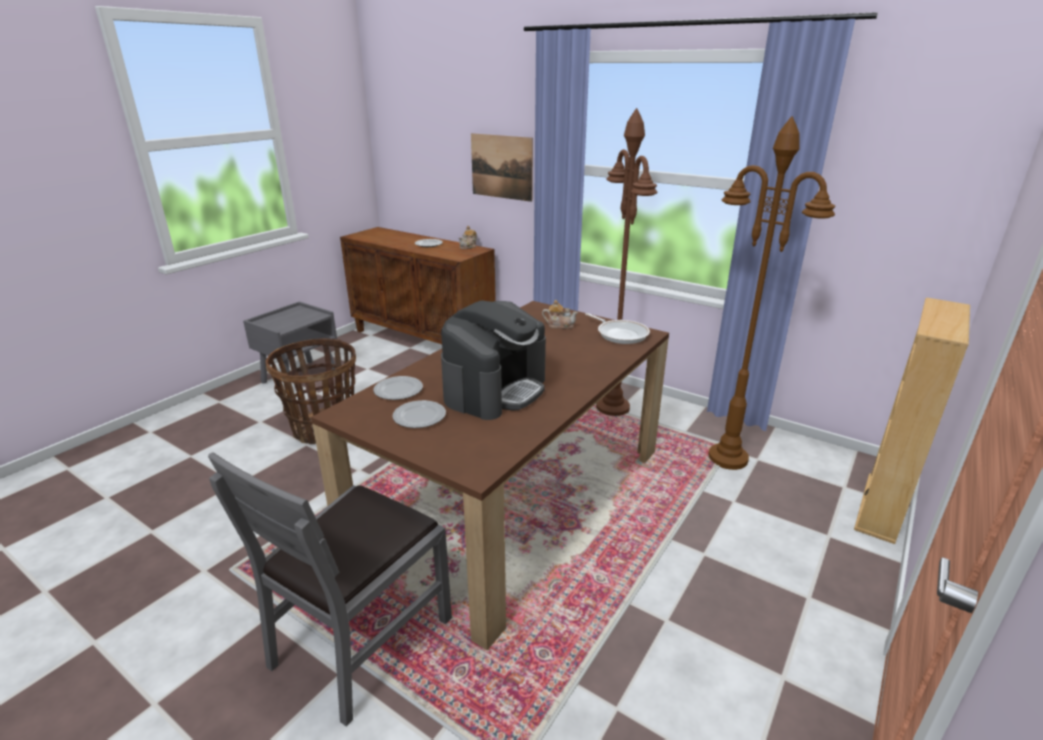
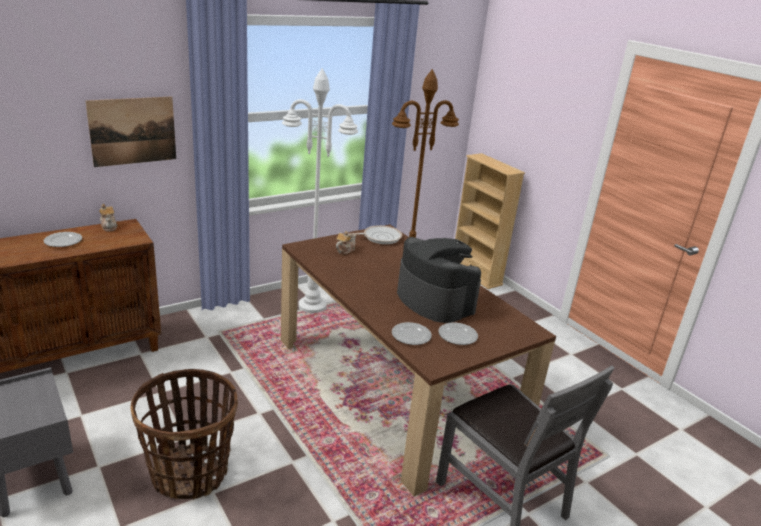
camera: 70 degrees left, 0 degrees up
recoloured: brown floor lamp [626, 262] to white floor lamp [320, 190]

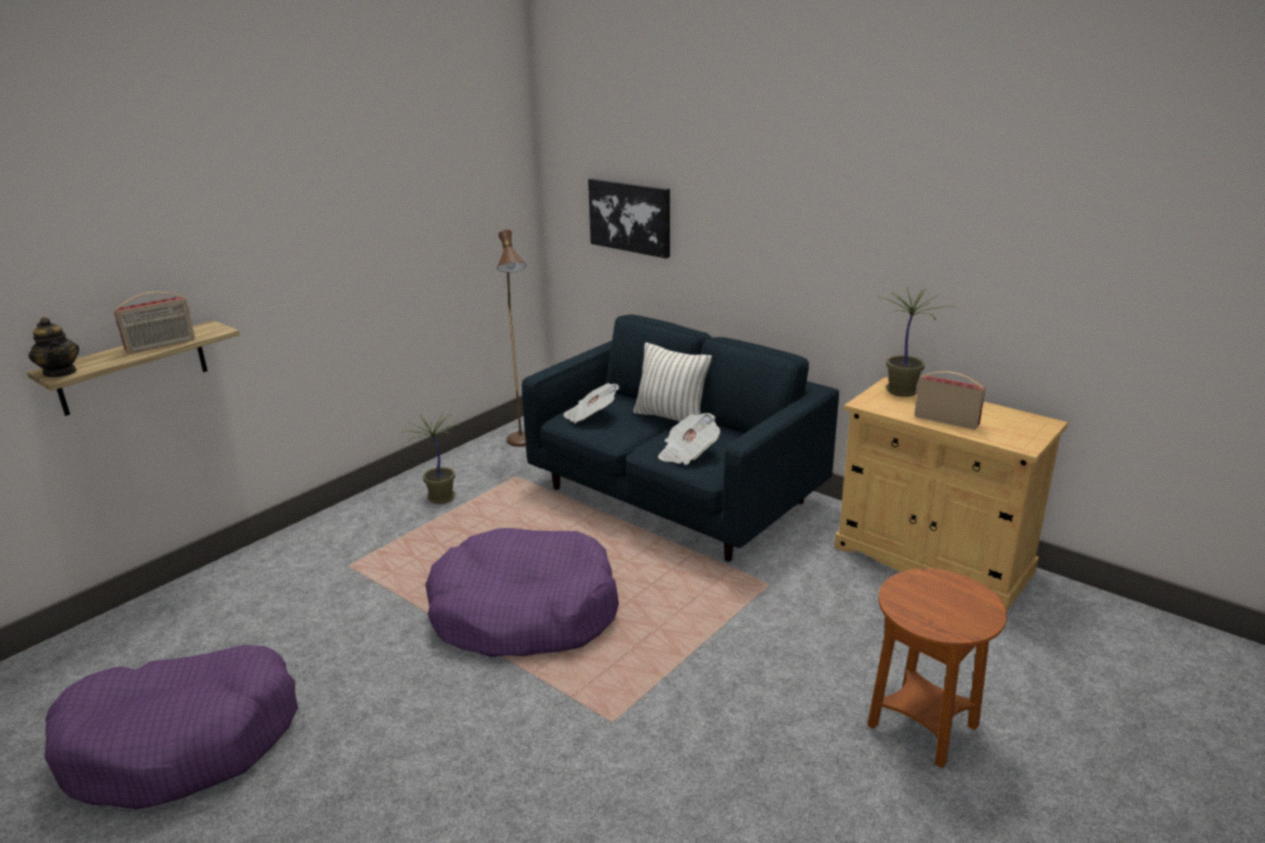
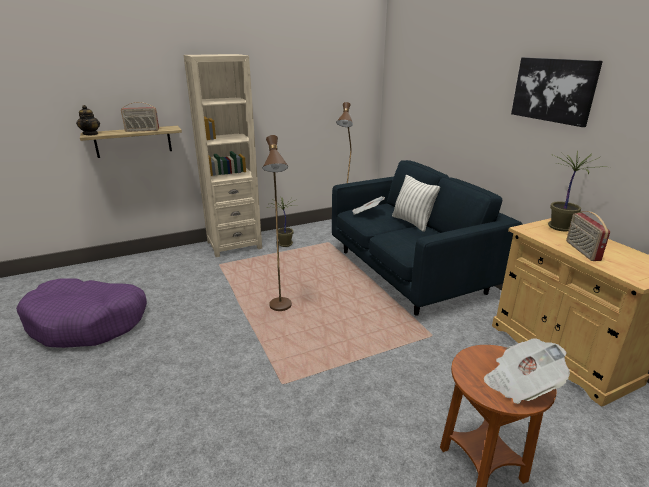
camera: 25 degrees right, 0 degrees up
added: beige bookcase [223, 155]
moved: picture [629, 218] to [557, 92]; newspaper [689, 439] to [527, 371]
replaced: purple dog bed [522, 592] to brown floor lamp [277, 223]
turned: radio [950, 400] = [588, 236] 150 degrees counterclockwise

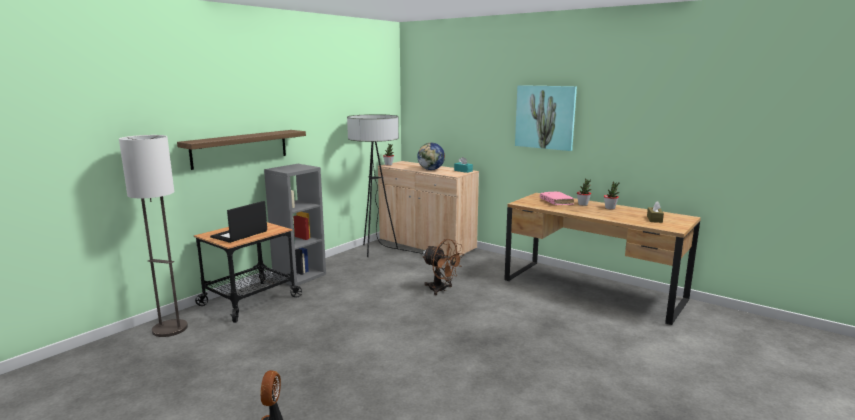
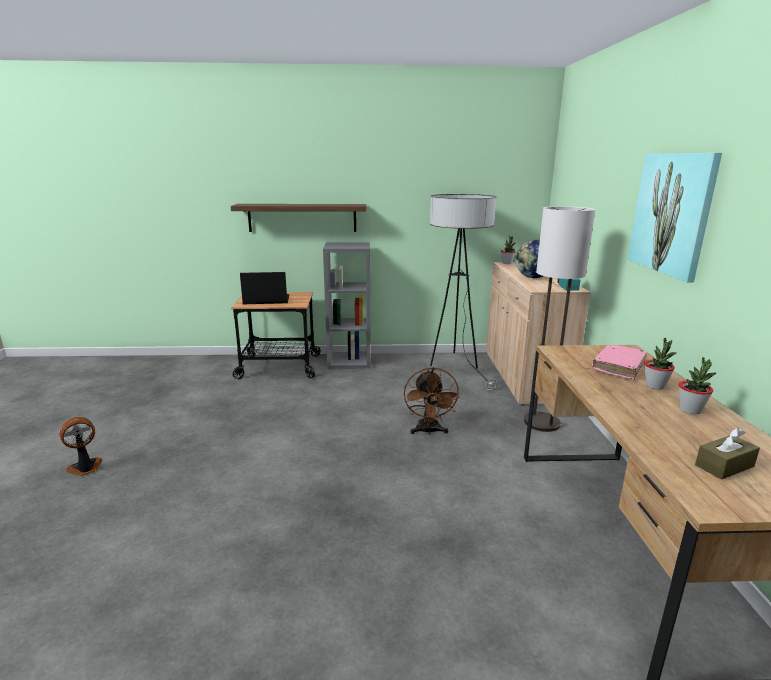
camera: 50 degrees right, 5 degrees up
moved: floor lamp [153, 236] to [559, 319]

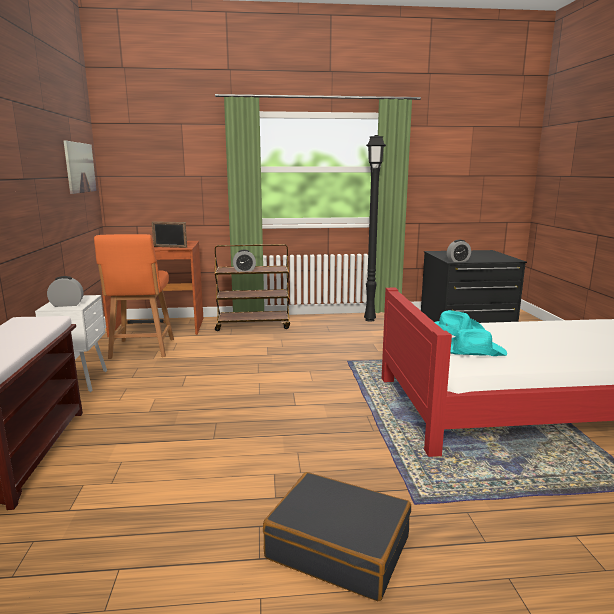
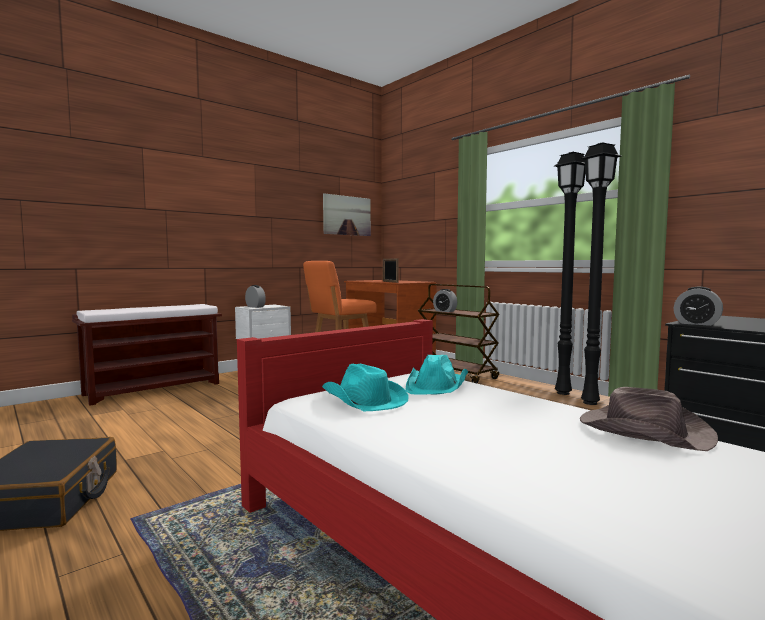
camera: 55 degrees right, 10 degrees down
added: black floor lamp [570, 273]; brown hat [649, 419]

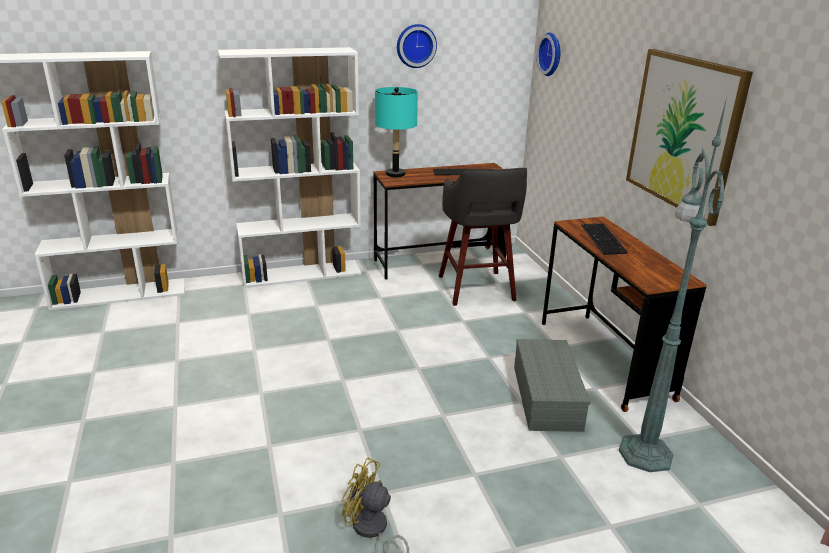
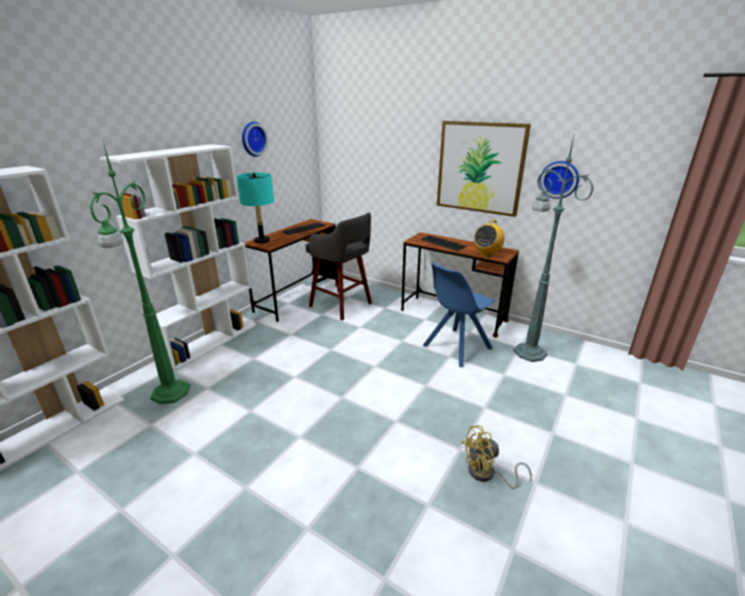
camera: 40 degrees left, 0 degrees up
added: green floor lamp [140, 273]; radio [489, 238]
moved: wall clock [548, 54] to [559, 180]
replaced: grey storage box [552, 385] to blue chair [459, 314]

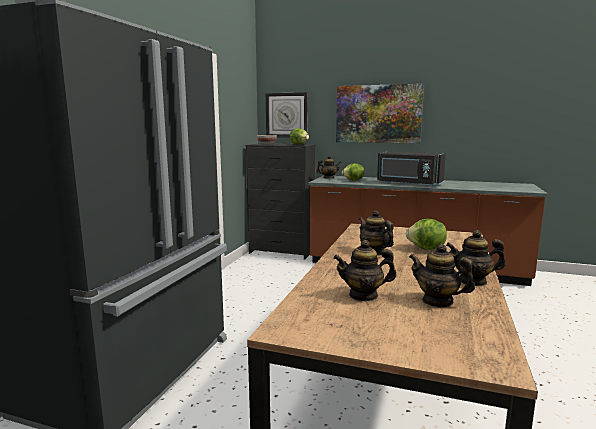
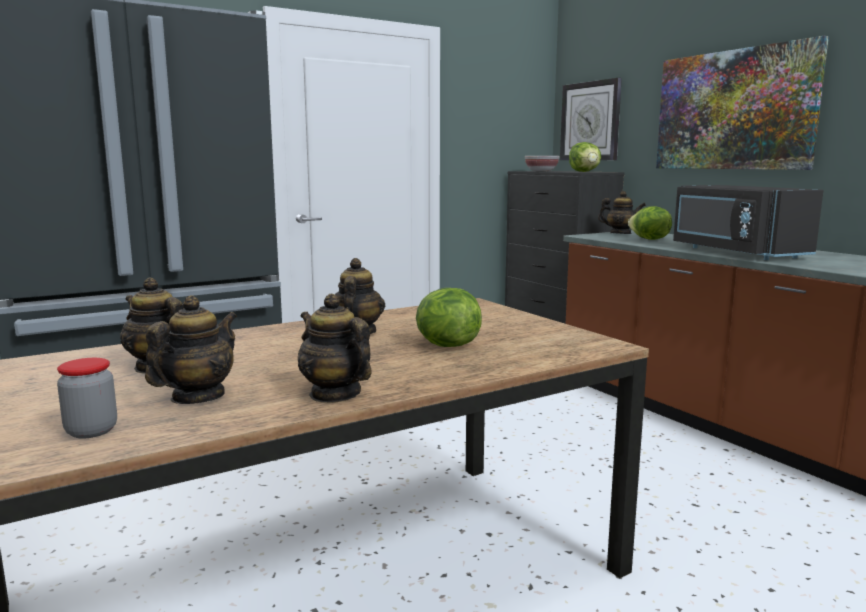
camera: 40 degrees right, 0 degrees up
added: jar [87, 398]
turned: teapot [442, 275] = [191, 349] 45 degrees clockwise

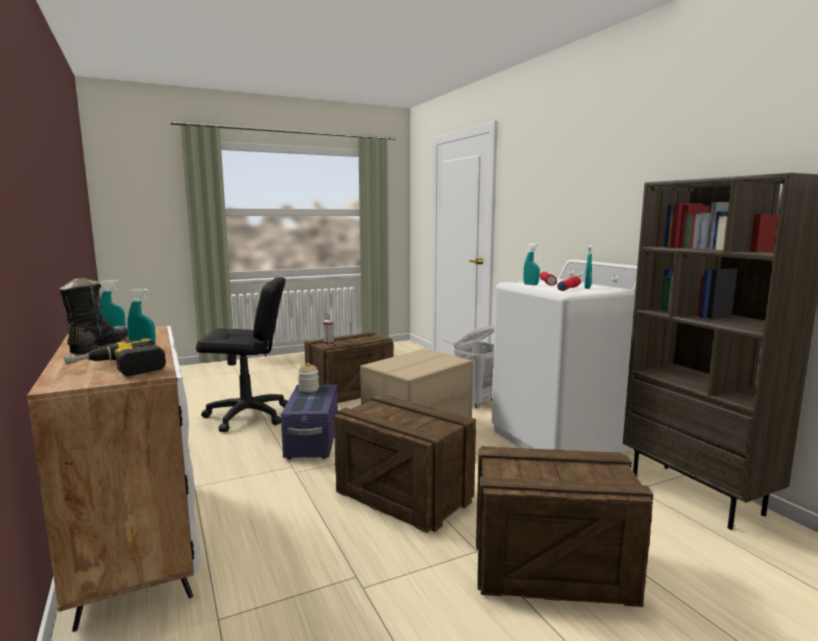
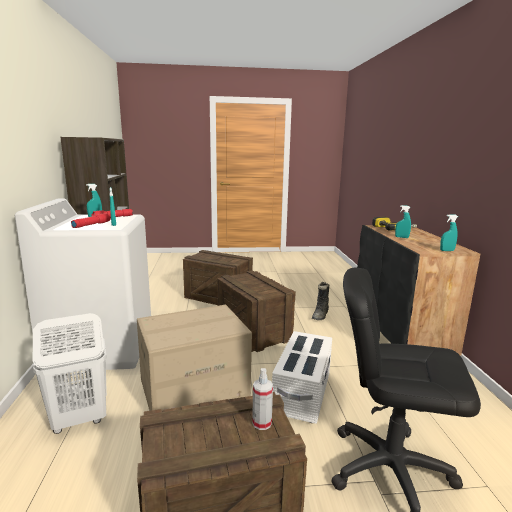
camera: 160 degrees left, 5 degrees up
removed: jar [308, 377]
moved: black boot [94, 315] to [320, 301]
recoloured: white cabinet [113, 479] to black cabinet [418, 290]; purple storage box [309, 421] to white storage box [302, 377]

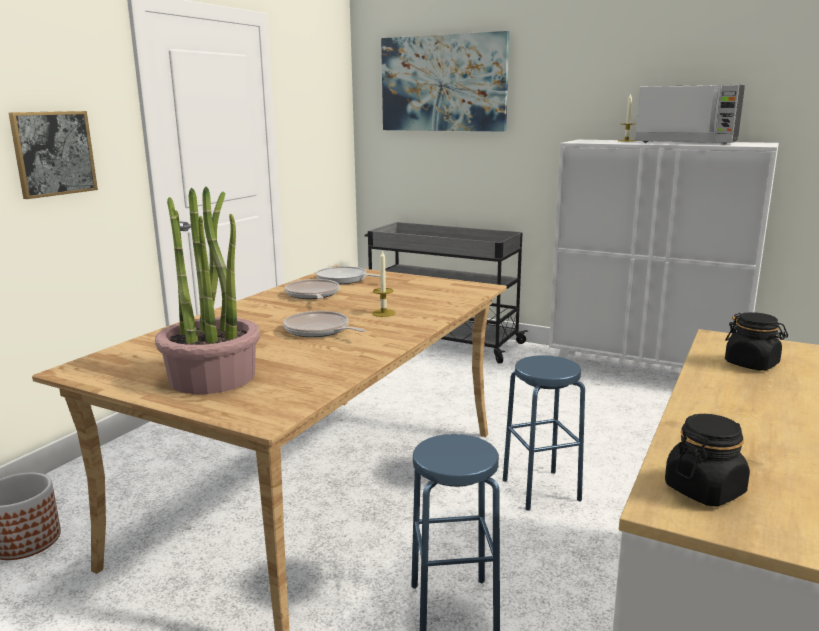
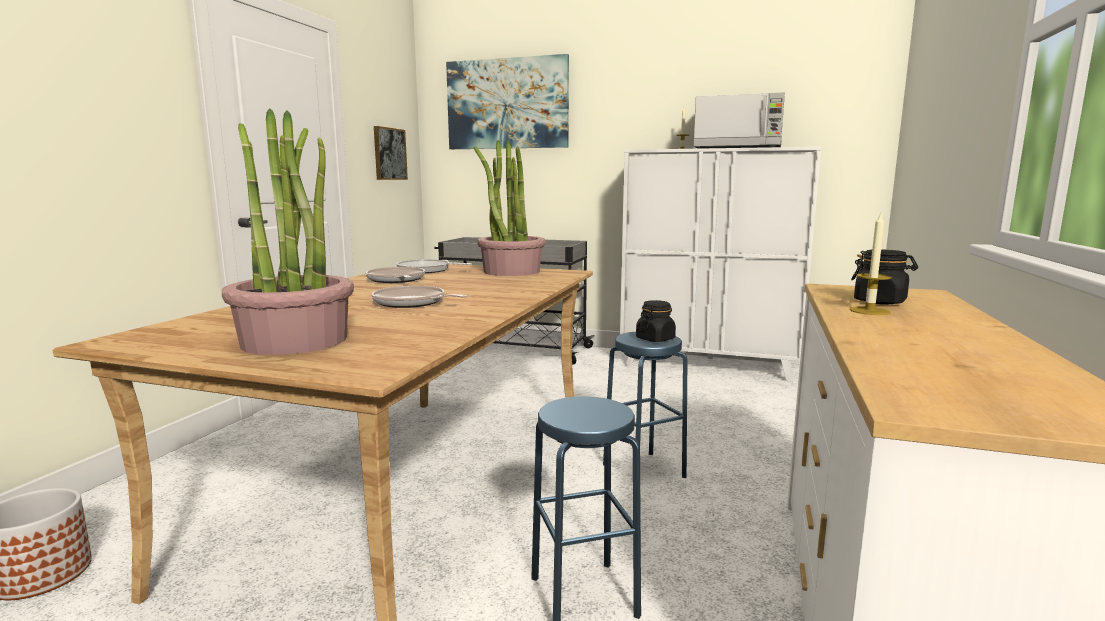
camera: 10 degrees left, 5 degrees down
added: potted plant [510, 208]
moved: picture [53, 155] to [391, 153]; candle [384, 283] to [870, 264]; black jar [707, 460] to [656, 321]

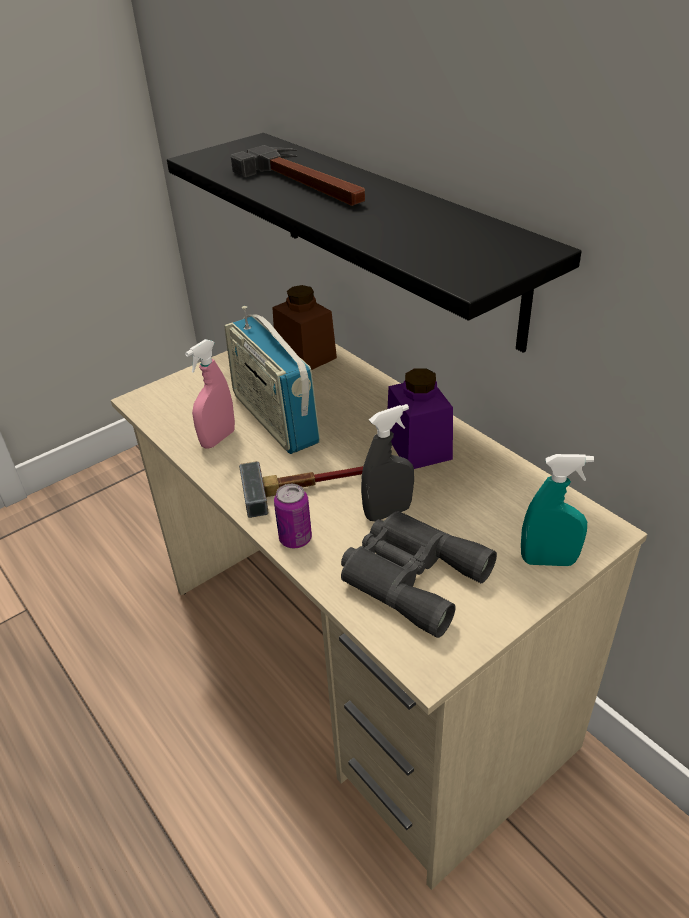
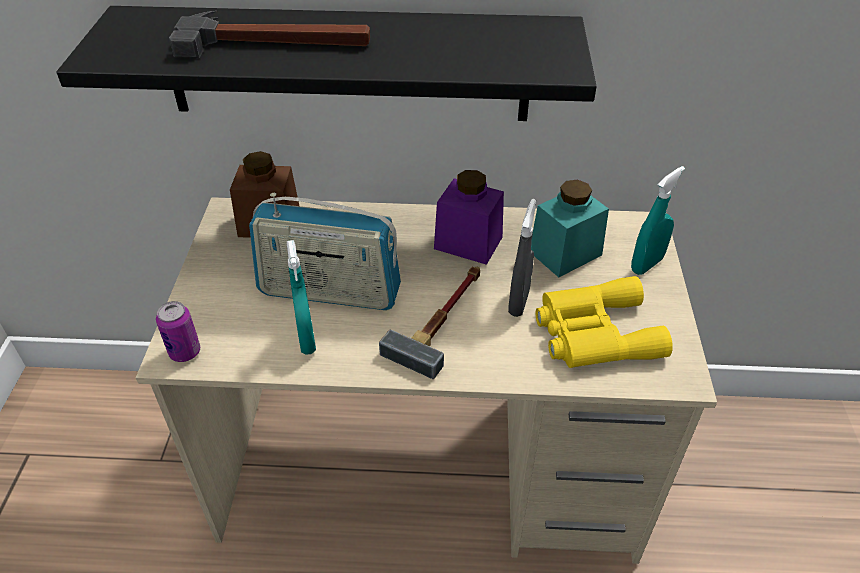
camera: 50 degrees left, 5 degrees up
added: turquoise jar [570, 228]
moved: can [293, 516] to [178, 331]
recoloured: pink spray bottle [210, 394] to turquoise spray bottle [301, 297]; grey binoculars [419, 574] to yellow binoculars [604, 322]

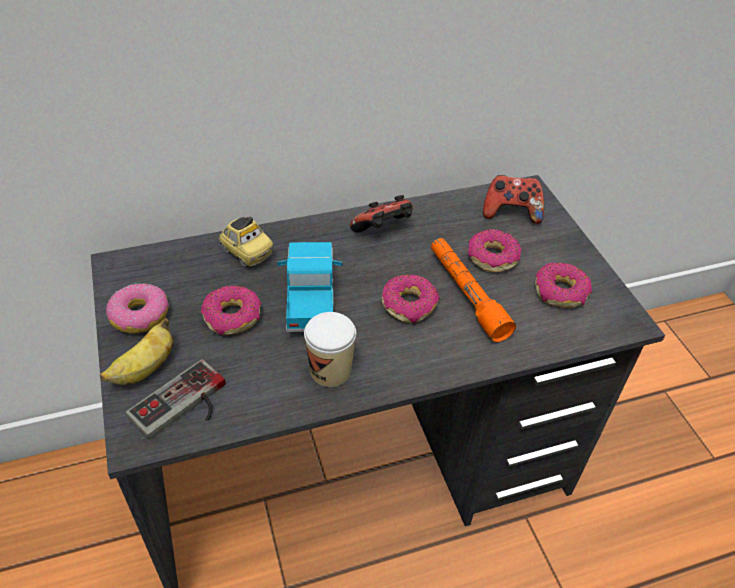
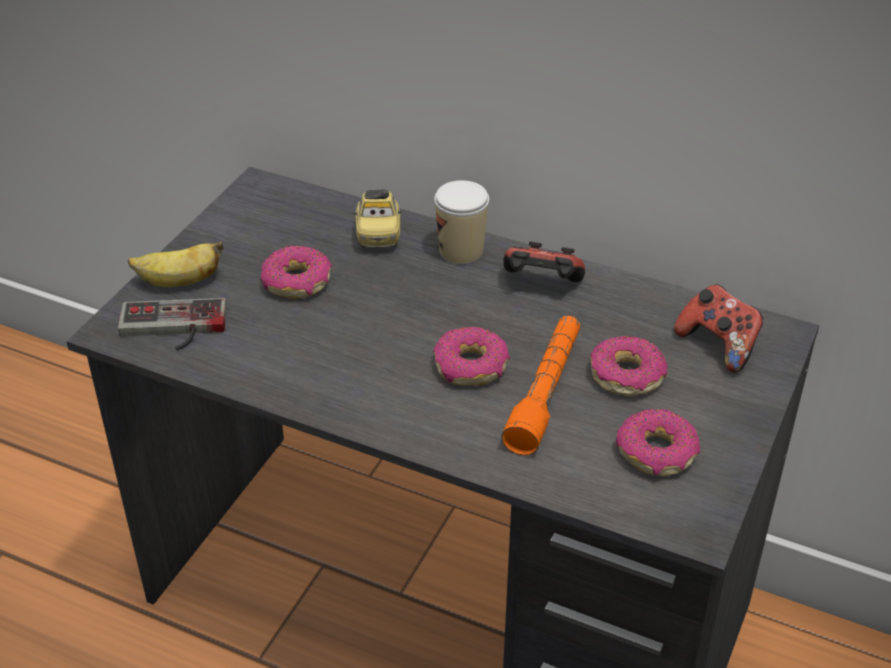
camera: 45 degrees right, 5 degrees down
removed: donut [137, 308]; toy truck [310, 287]
moved: cup [330, 349] to [461, 222]

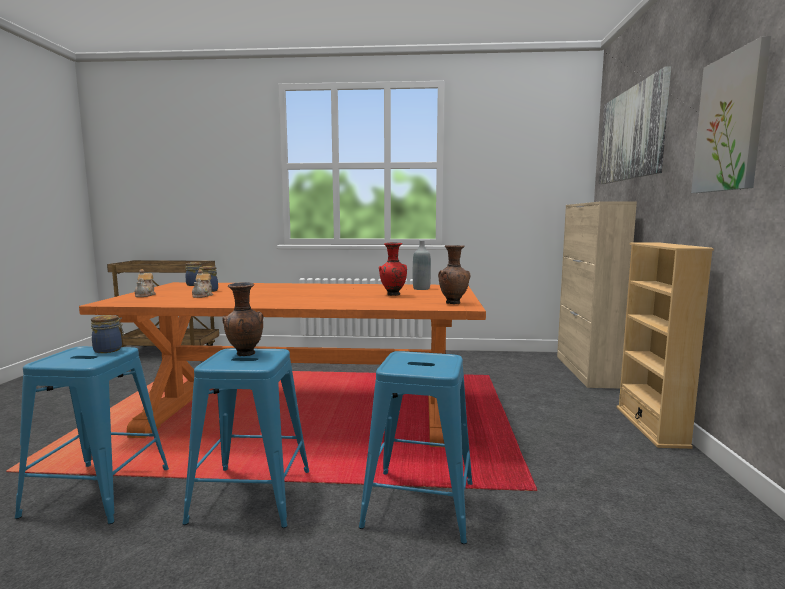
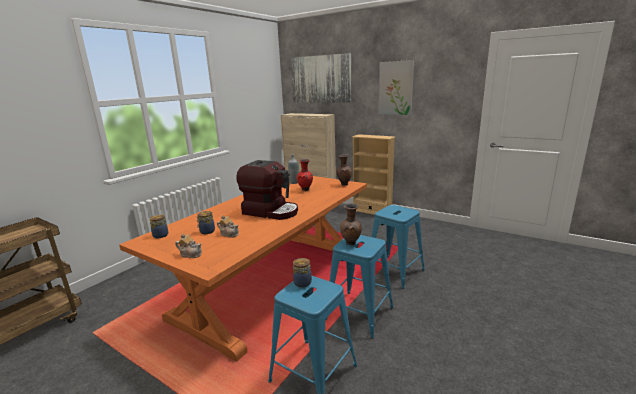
camera: 60 degrees left, 10 degrees up
added: coffee machine [267, 190]

